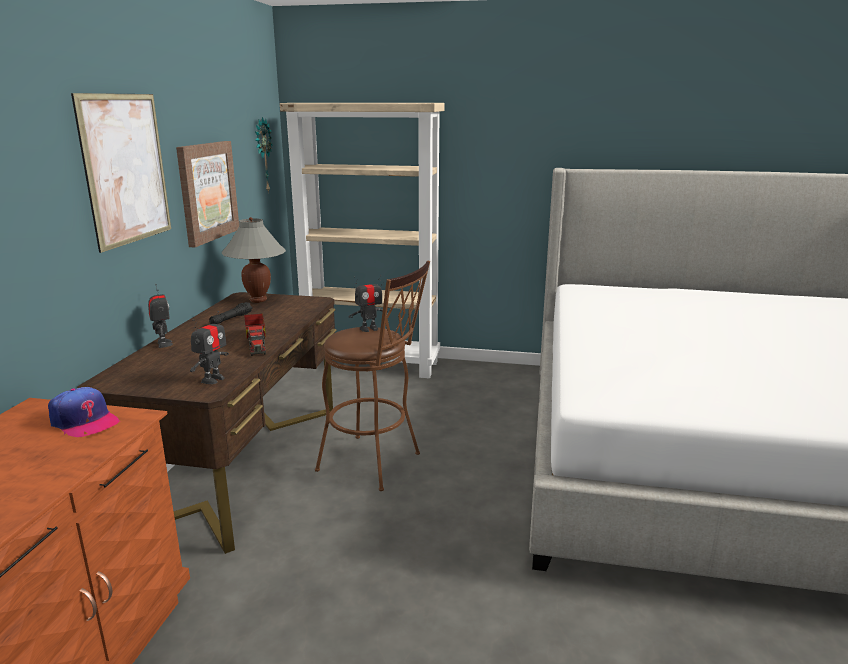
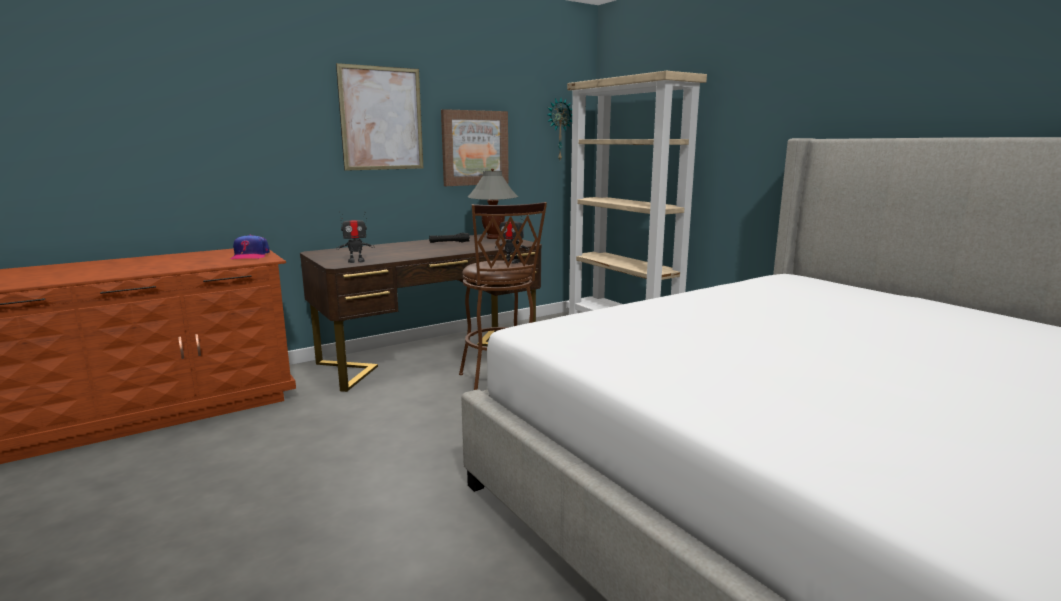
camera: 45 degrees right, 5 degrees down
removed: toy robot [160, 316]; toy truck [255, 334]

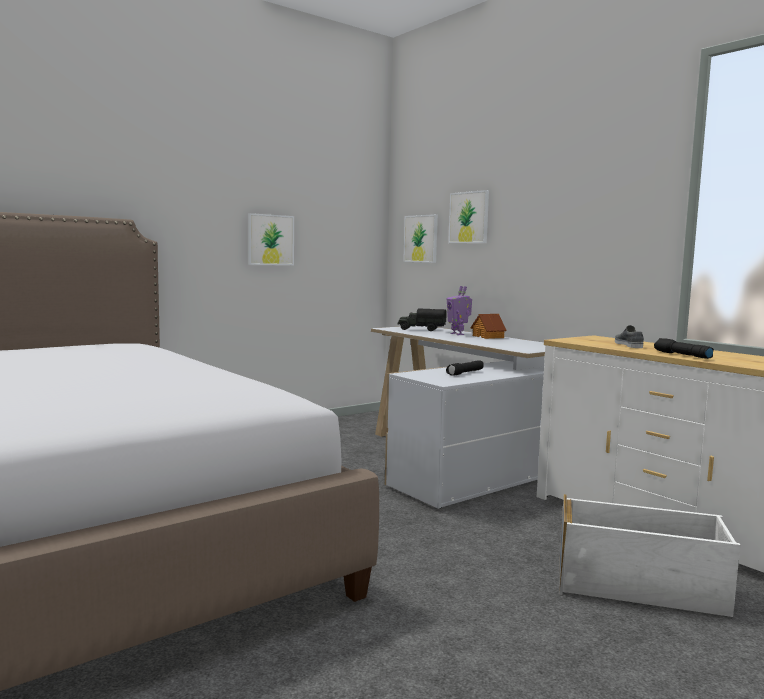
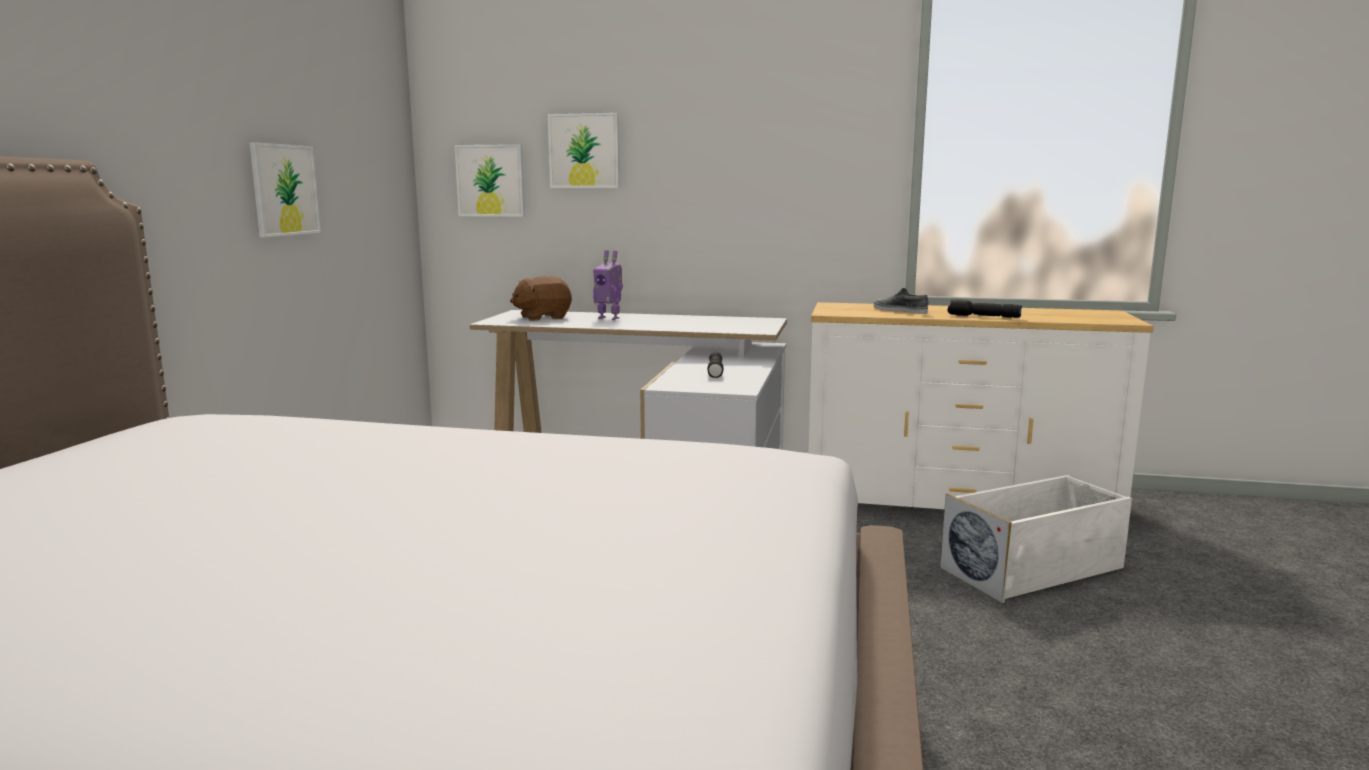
camera: 40 degrees left, 5 degrees up
removed: toy house [488, 326]
replaced: toy truck [422, 319] to brown plush toy [541, 298]

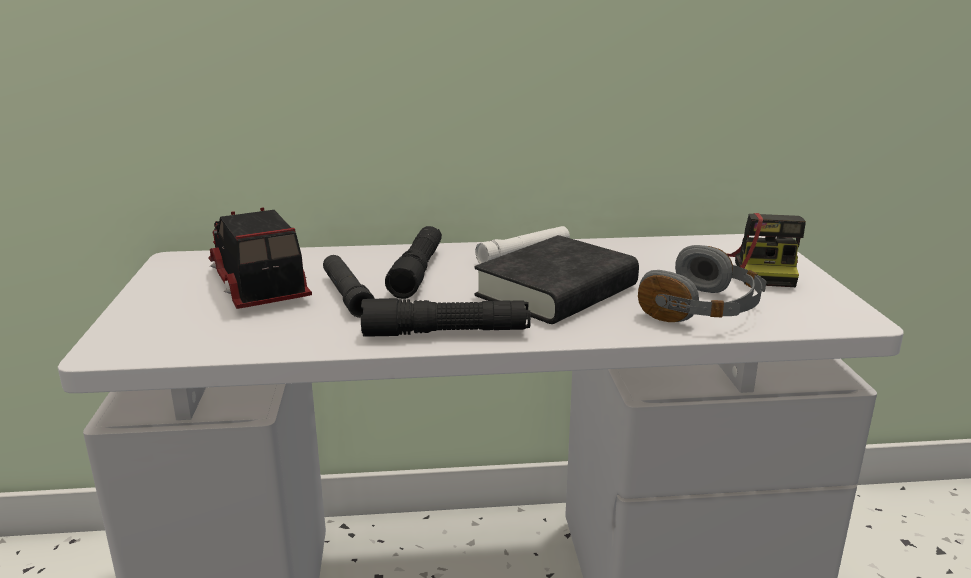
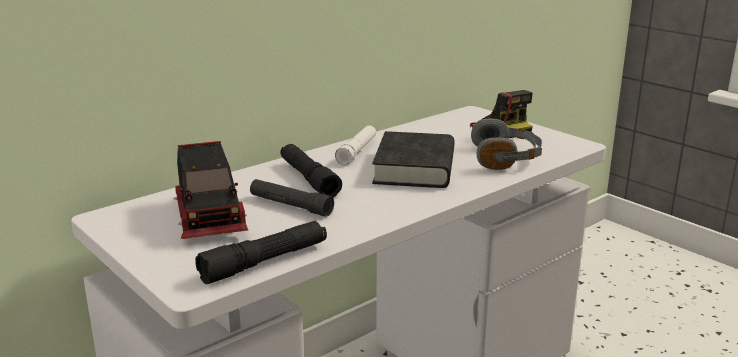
camera: 35 degrees left, 0 degrees up
moved: black flashlight [446, 317] to [261, 252]
turned: toy truck [260, 258] = [210, 190] 135 degrees counterclockwise

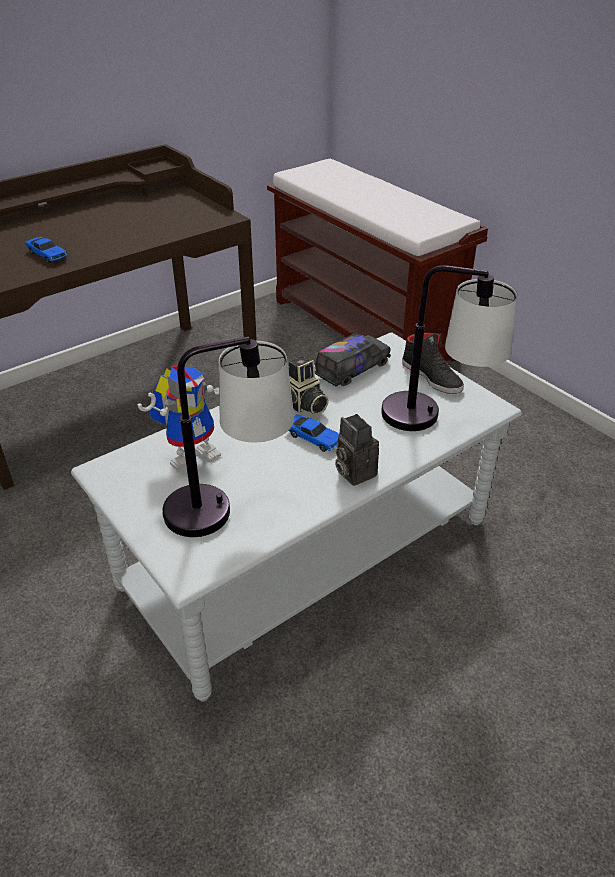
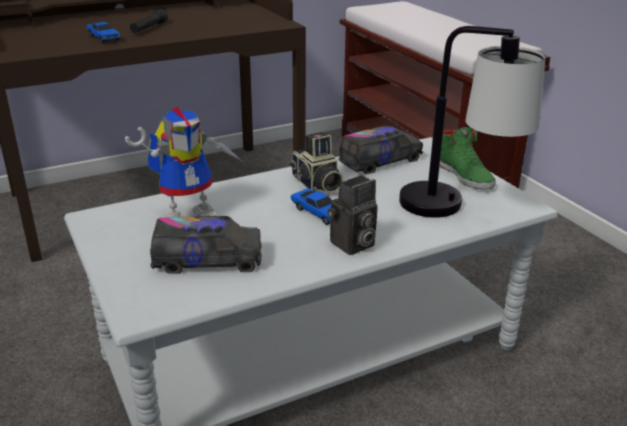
camera: 10 degrees right, 10 degrees down
added: black flashlight [149, 21]
replaced: table lamp [228, 436] to toy truck [206, 245]
recoloured: black shoe [433, 363] to green shoe [468, 158]
turned: photo camera [357, 450] = [352, 215] 105 degrees counterclockwise

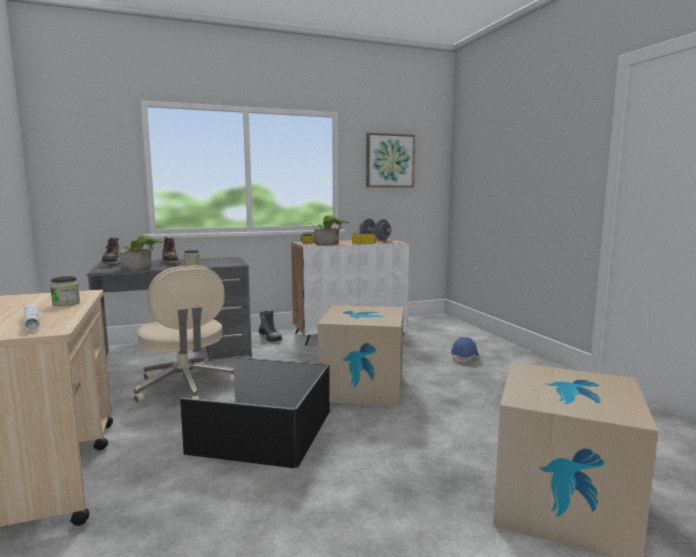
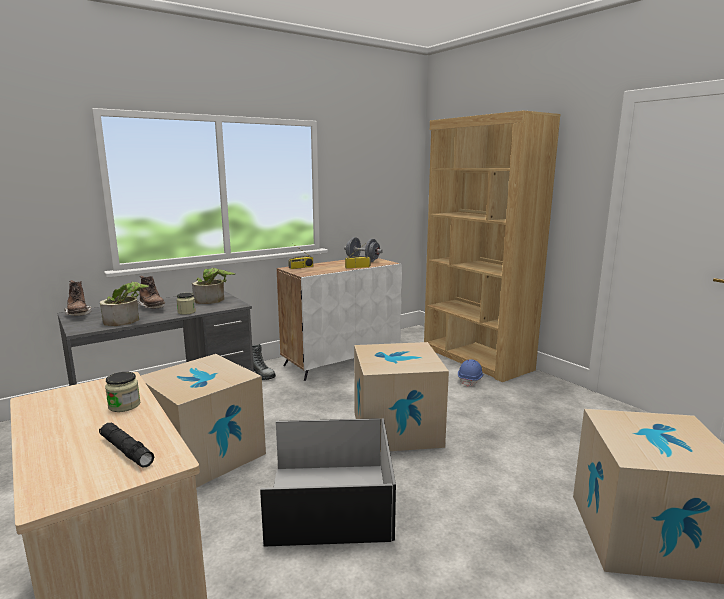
camera: 15 degrees left, 5 degrees up
removed: picture [391, 160]
added: brown bookcase [492, 246]
moved: potted plant [331, 230] to [213, 286]
replaced: beige office chair [184, 334] to cardboard box [203, 421]
recoloured: white flashlight [31, 317] to black flashlight [126, 445]

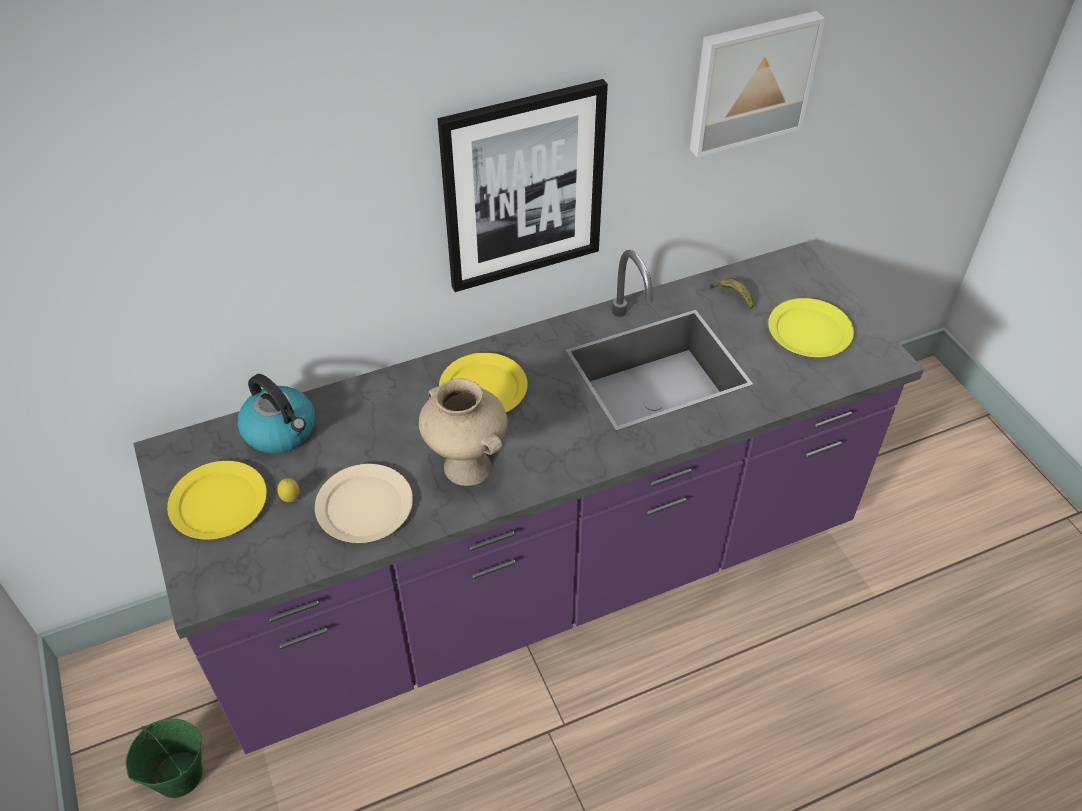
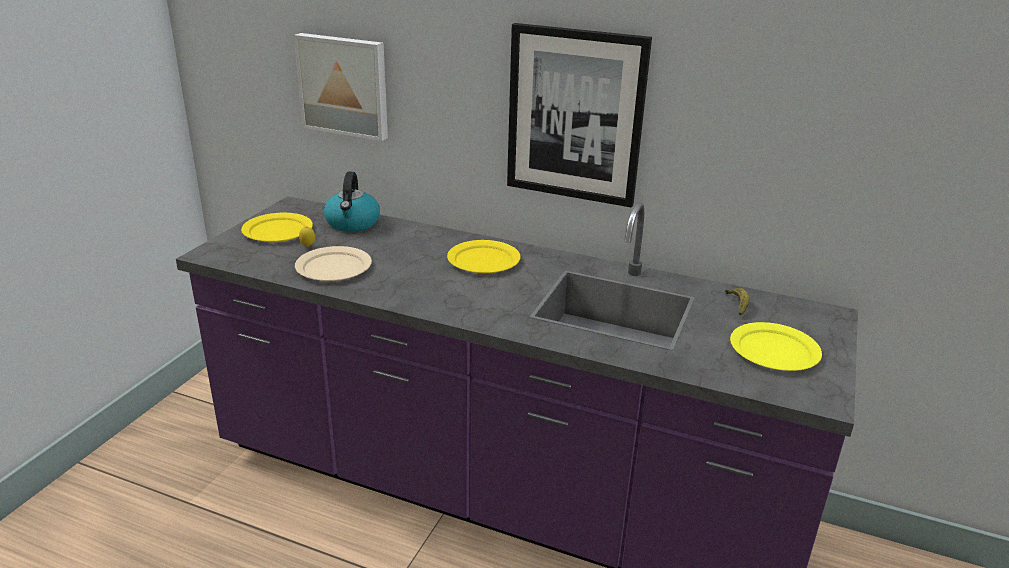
camera: 45 degrees right, 20 degrees down
removed: green bucket [164, 758]; beige vase [463, 432]
moved: picture [757, 84] to [341, 87]

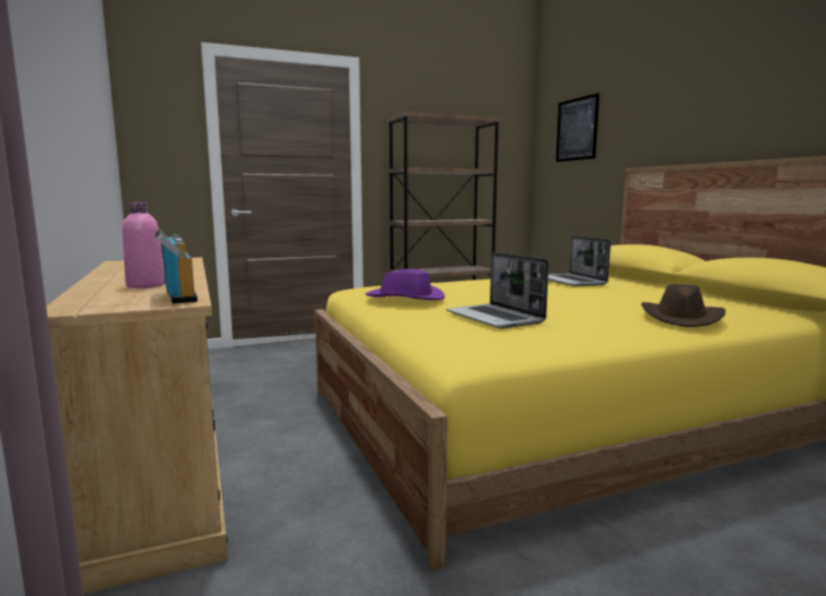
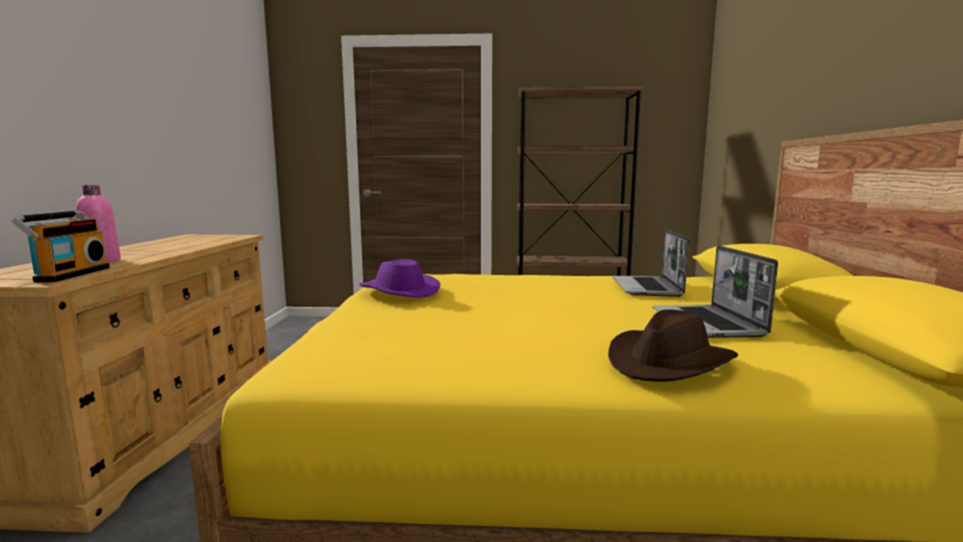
camera: 25 degrees right, 0 degrees up
removed: picture [577, 127]
moved: laptop [497, 290] to [715, 291]

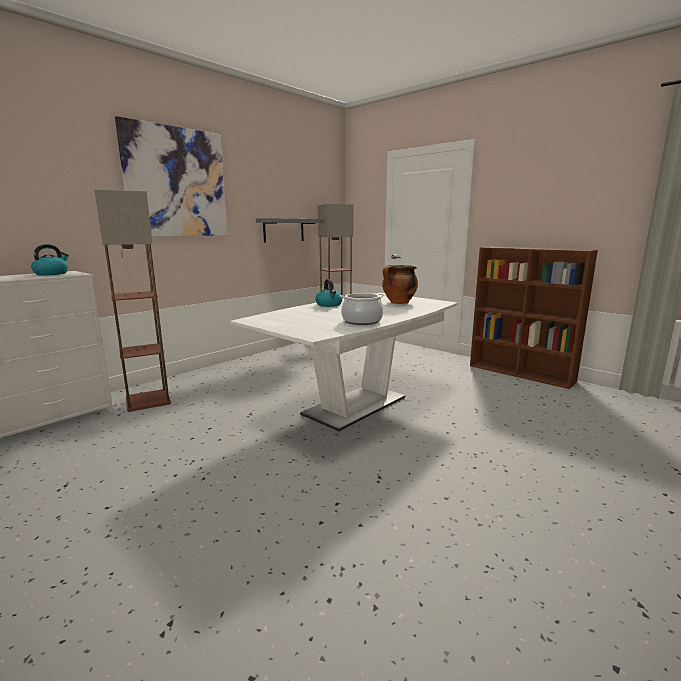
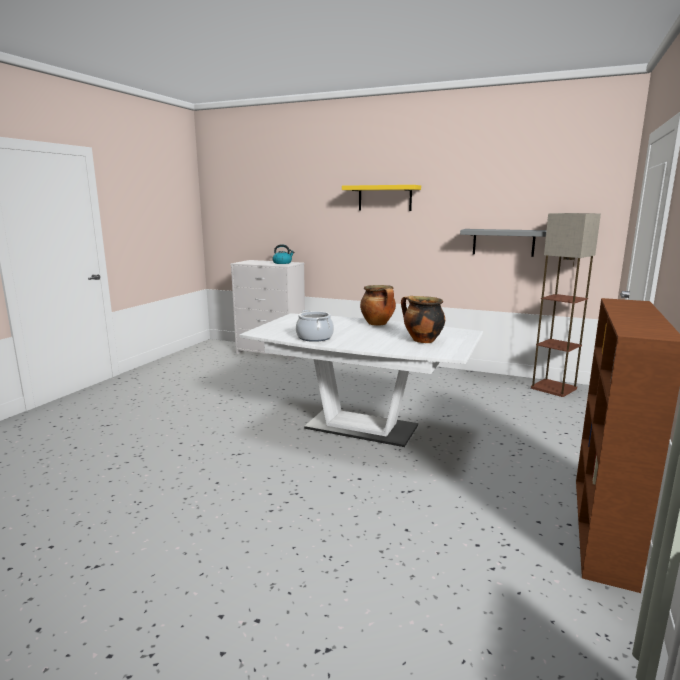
camera: 70 degrees right, 0 degrees up
removed: floor lamp [132, 301]
replaced: picture [171, 176] to yellow shelf [381, 198]; kettle [329, 293] to cooking pot [378, 305]

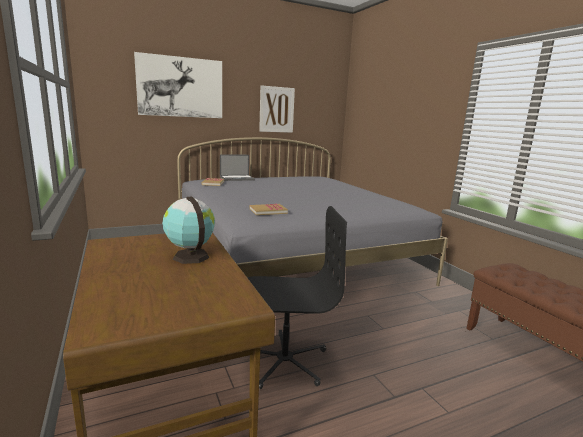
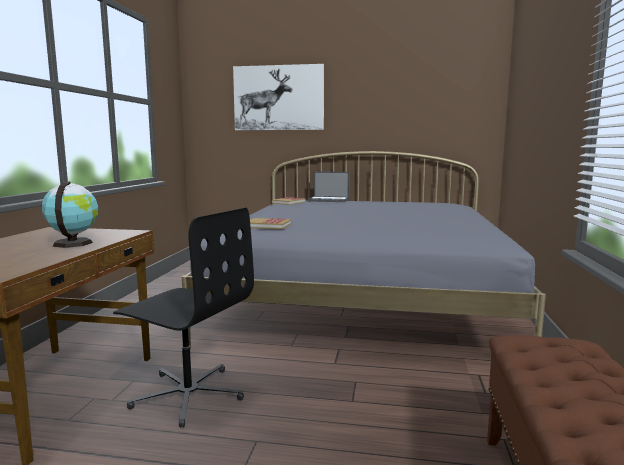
camera: 35 degrees right, 5 degrees down
removed: picture [277, 109]

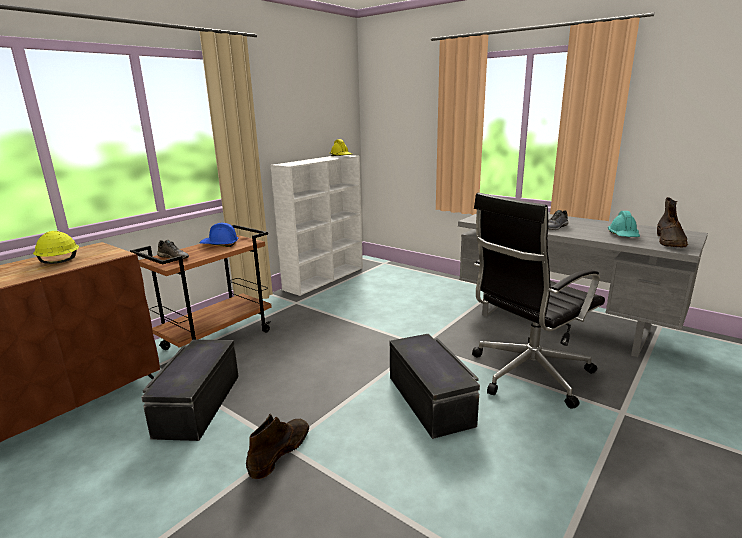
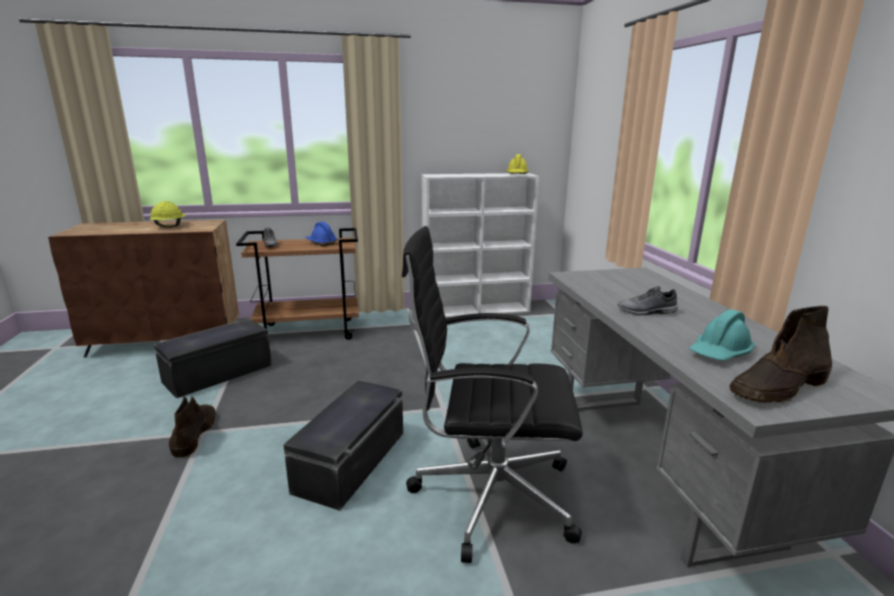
camera: 40 degrees right, 0 degrees up
turned: brown boot [277, 446] = [192, 427] 75 degrees counterclockwise

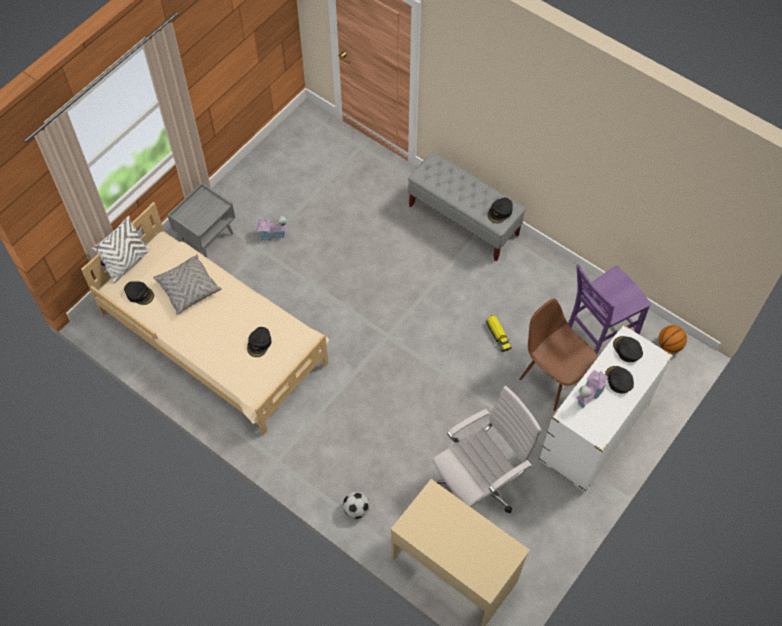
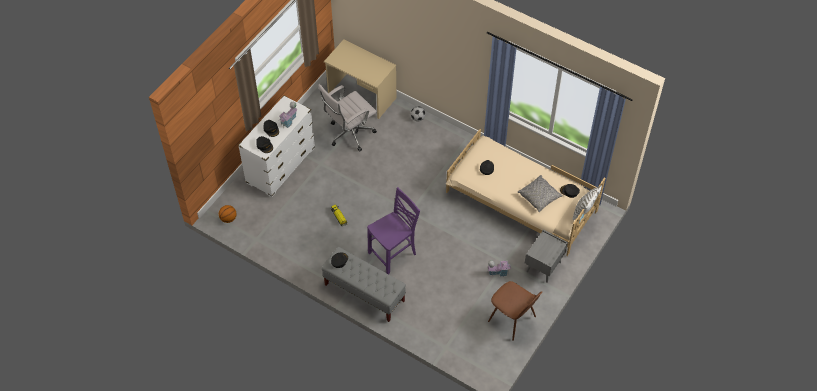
camera: 175 degrees right, 5 degrees down
moved: brown chair [558, 354] to [515, 311]; purple chair [609, 309] to [393, 231]

